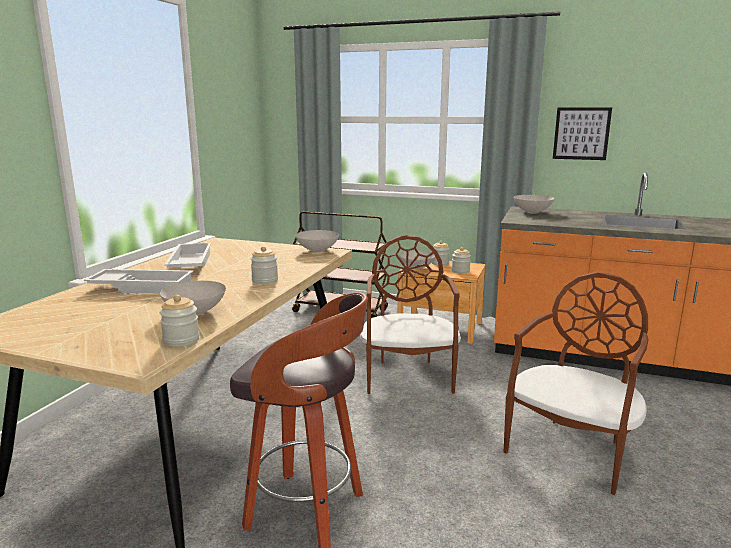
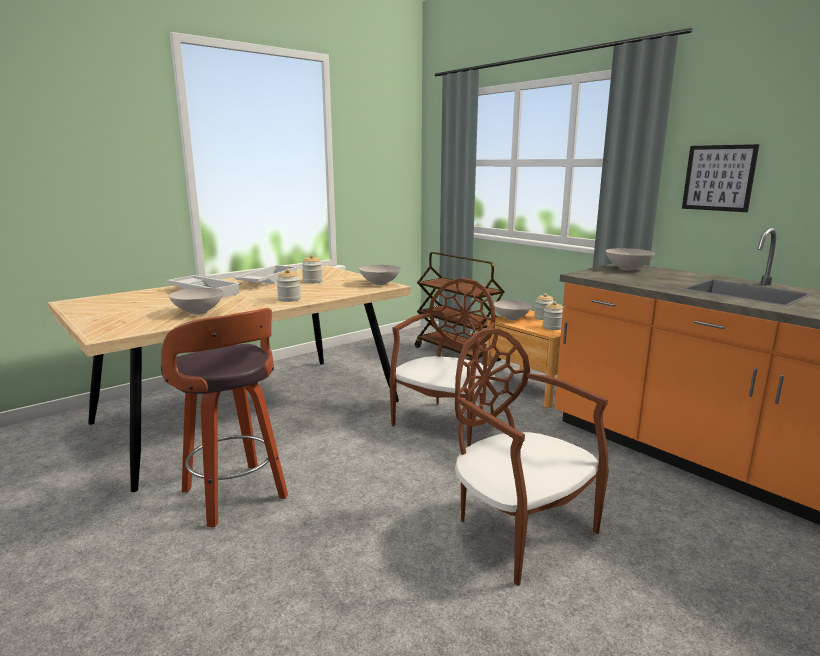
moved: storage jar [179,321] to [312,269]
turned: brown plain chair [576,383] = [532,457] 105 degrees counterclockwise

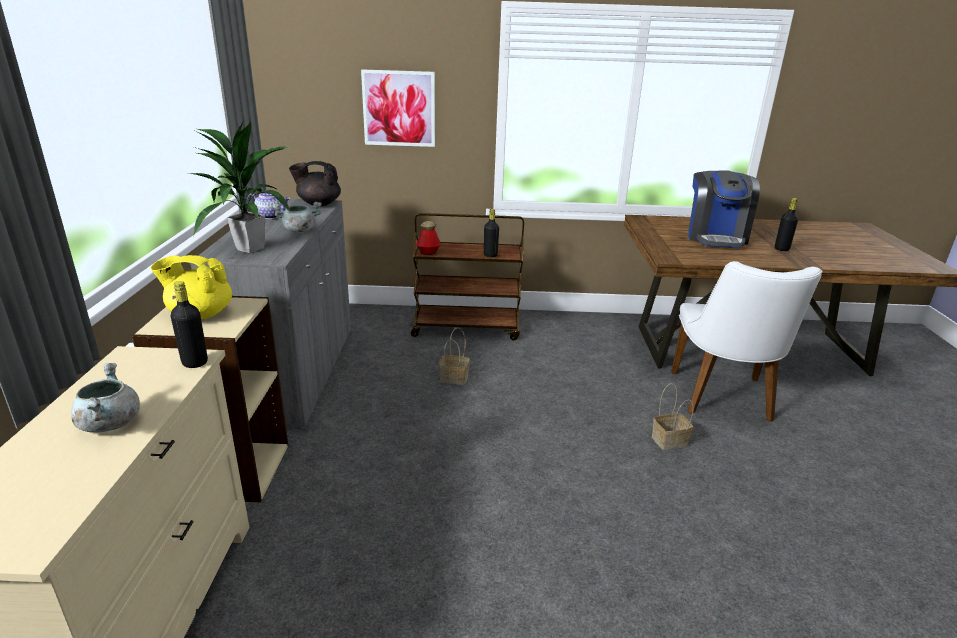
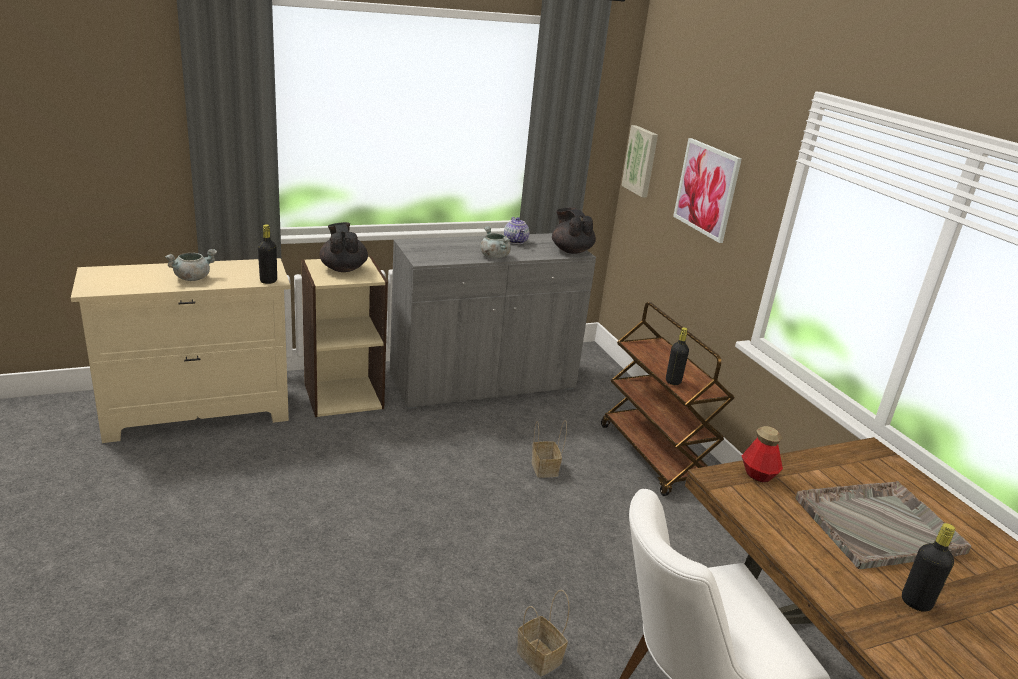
removed: plant in a pot [240,186]
added: wall art [639,161]
moved: drink bottle [428,238] to [762,454]
replaced: coffee brewer [724,209] to greyish carrying tray [883,525]
recoloured: yellow-coloured teapot [191,287] to black teapot [344,247]

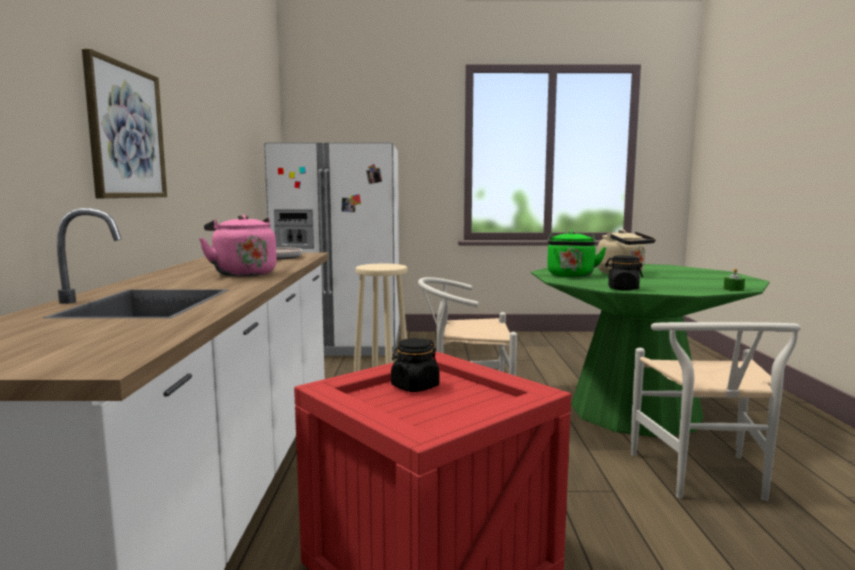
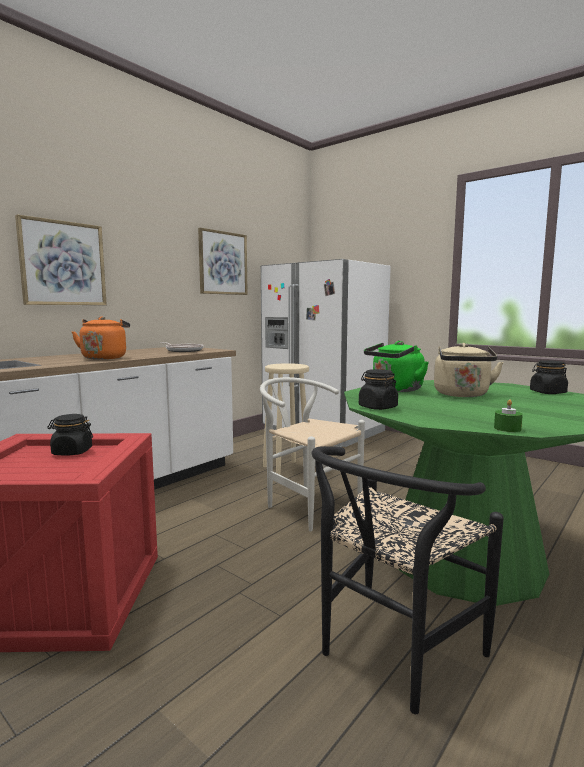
added: wall art [223,261]; black storage jar [549,377]
recoloured: pinkish tea kettle [238,245] to orangey tea kettle [101,338]; white plain chair [716,411] to black plain chair [407,580]

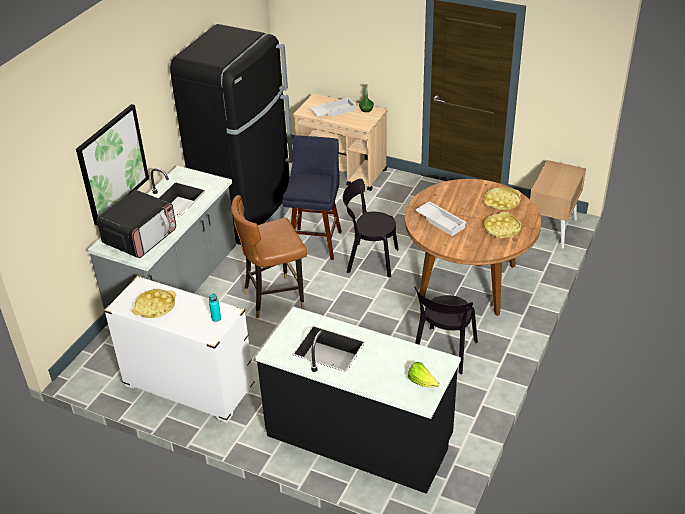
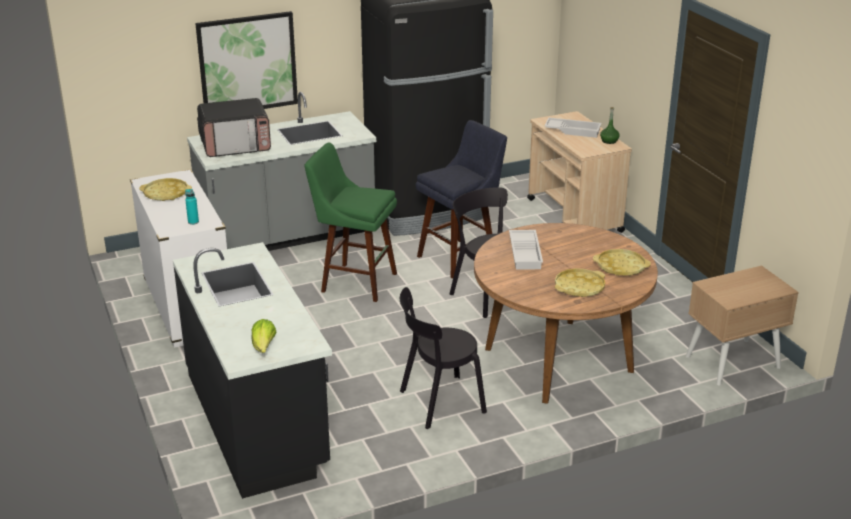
replaced: brown plain chair [269,257] to greenish sitting stool [351,222]

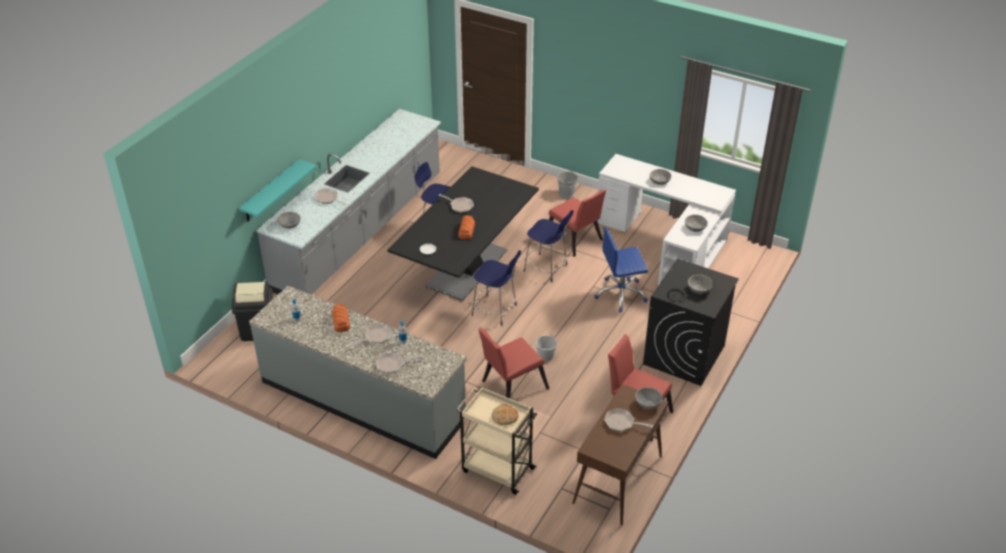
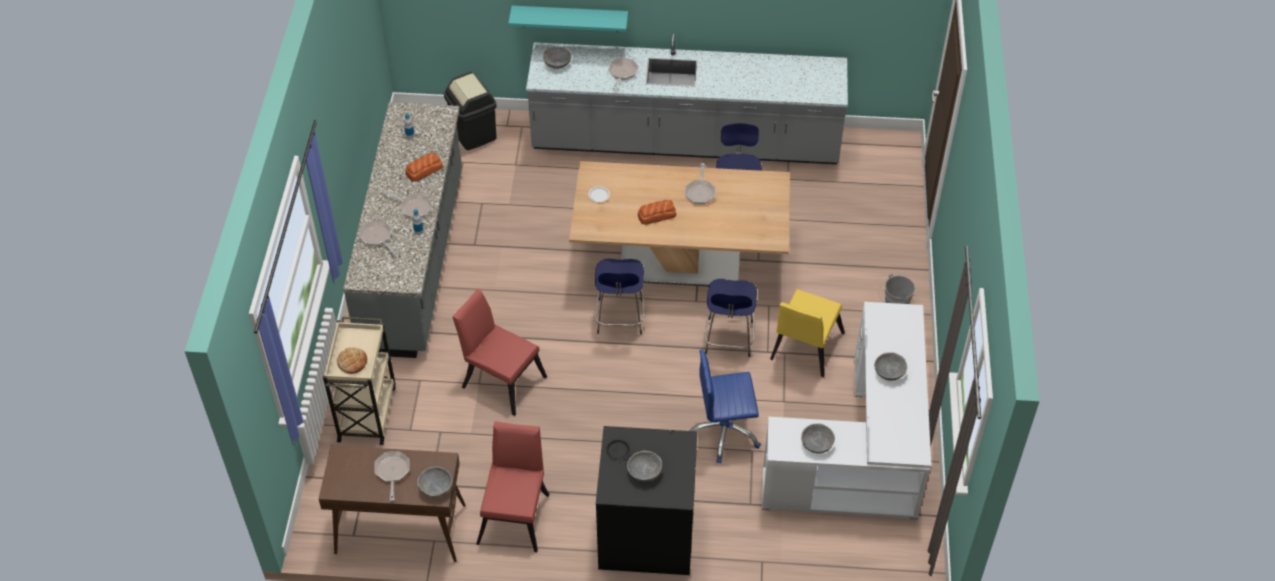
removed: white pail [546,347]
recoloured: black kitchen table [463,233] to sand-coloured kitchen table [679,224]; red-coloured plain chair [577,223] to yellow-coloured plain chair [807,333]
turned: bluish desk chair [621,269] = [725,406] 60 degrees counterclockwise

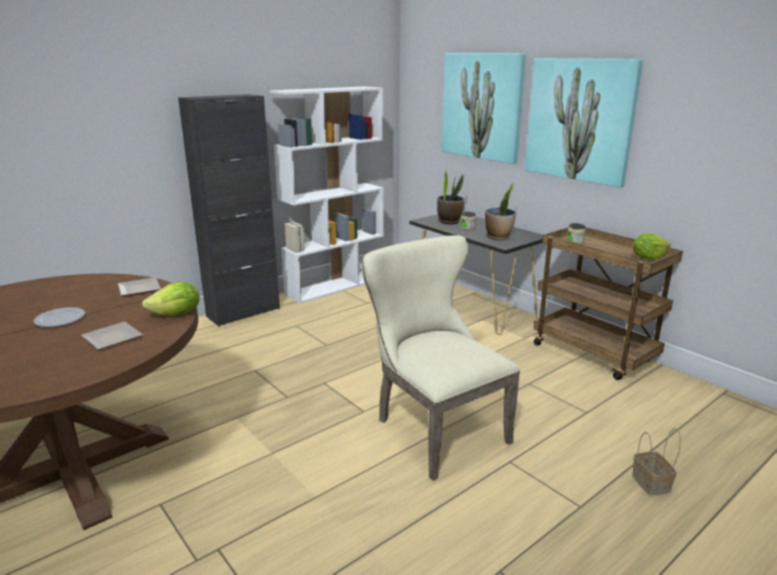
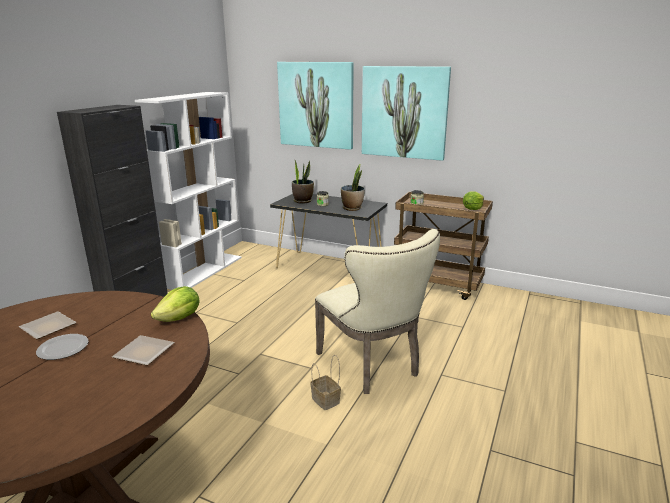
moved: flat dish [139,286] to [48,325]; basket [656,462] to [325,382]
turned: sand-coloured plain chair [440,358] = [377,311] 150 degrees counterclockwise

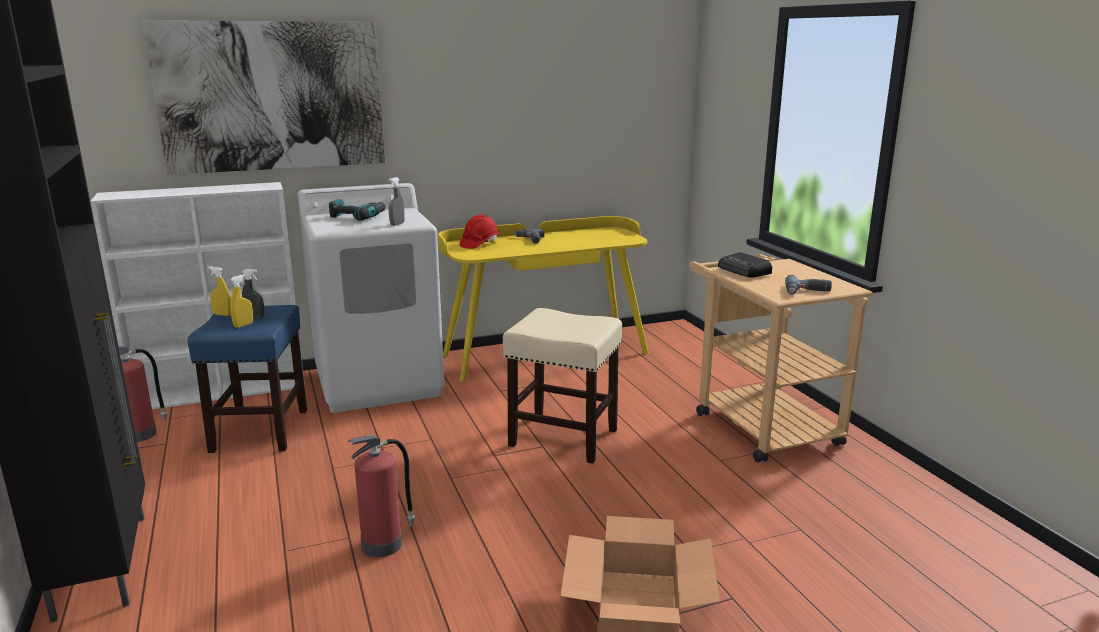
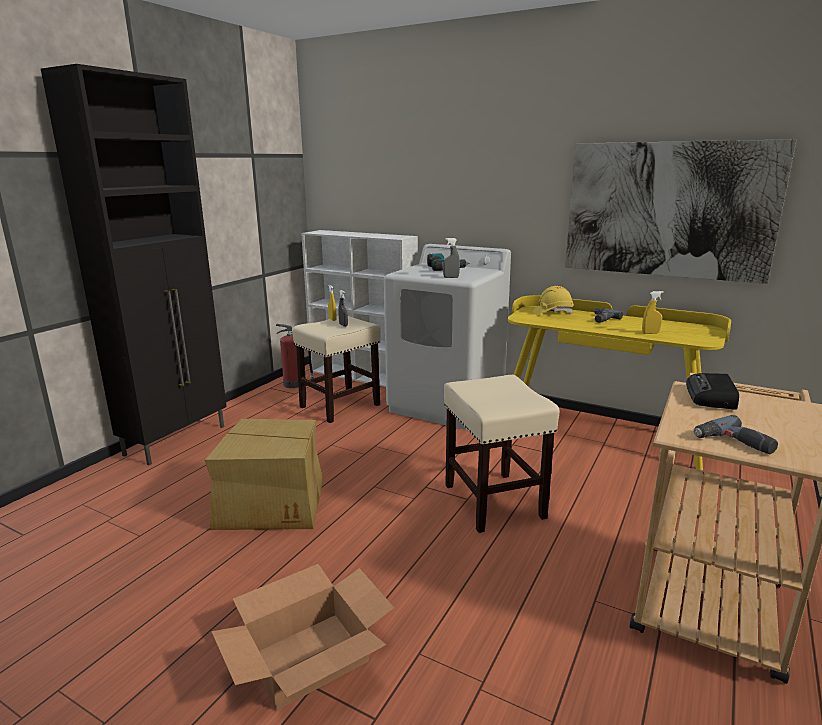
moved: wall art [263,98] to [681,211]; yellow-coloured hand sprayer [241,301] to [653,312]
replaced: extinguisher [381,496] to cardboard box [264,474]
recoloured: red-coloured hard hat [479,232] to yellow-coloured hard hat [553,300]; bluish sitting stool [247,379] to sand-coloured sitting stool [337,369]

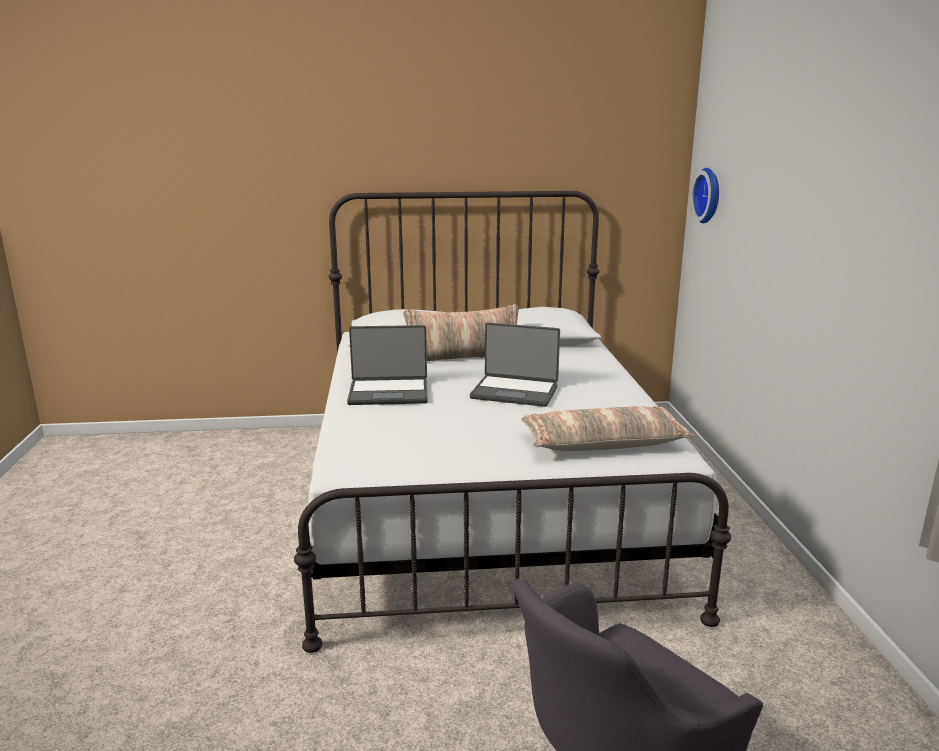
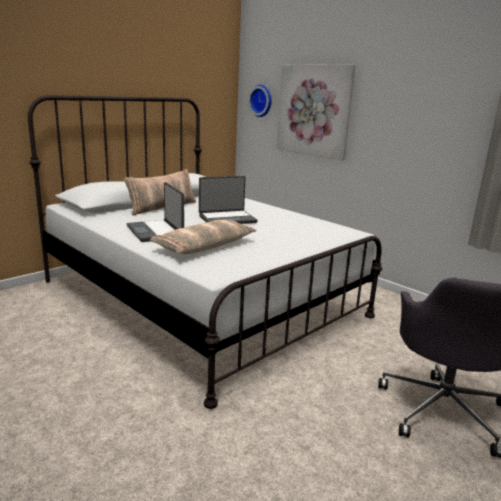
added: wall art [316,112]
moved: pillow [608,428] to [203,236]
turned: notebook computer [387,365] = [155,212] 105 degrees clockwise

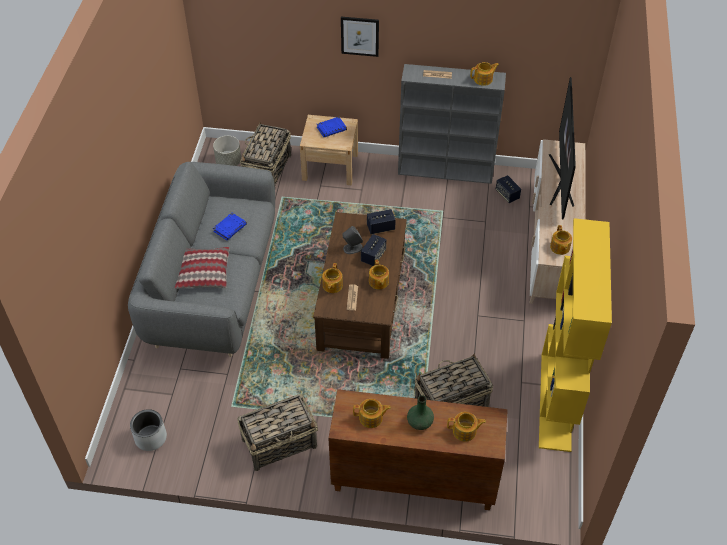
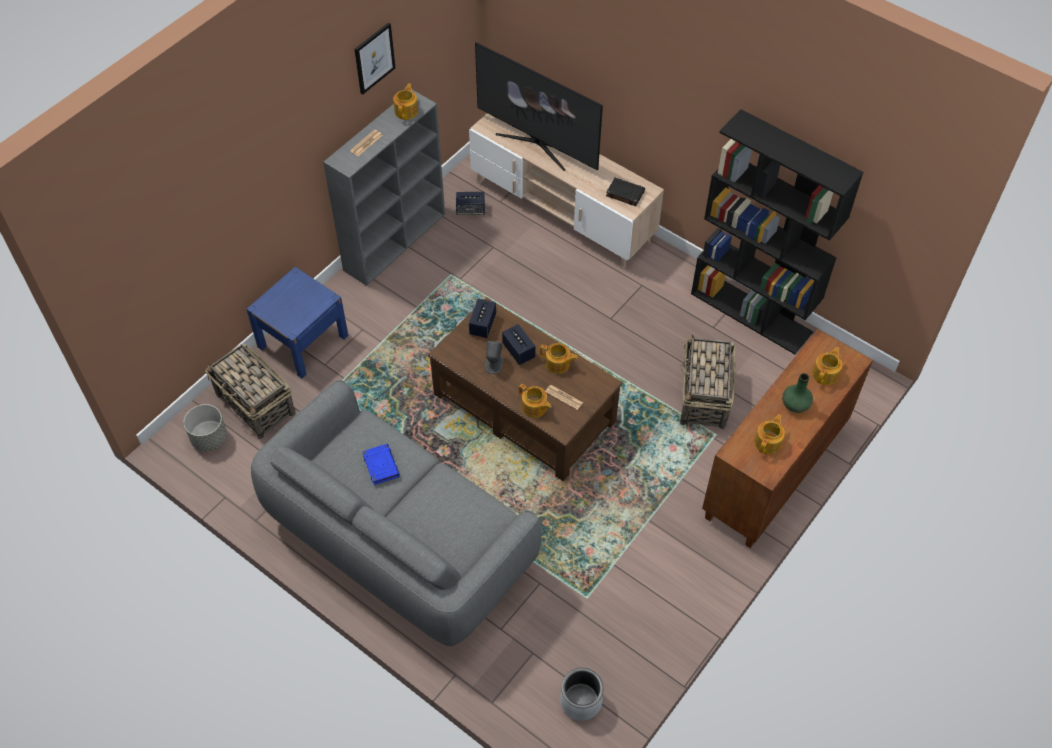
removed: bluish book [332,127]; pillow [202,268]; basket [277,432]
moved: wall art [360,37] to [375,58]
replaced: teapot [561,240] to black book [625,192]
recoloured: sand-coloured night table [329,150] to bluish night table [297,322]; yellow-coloured bookshelf [575,335] to black bookshelf [777,231]

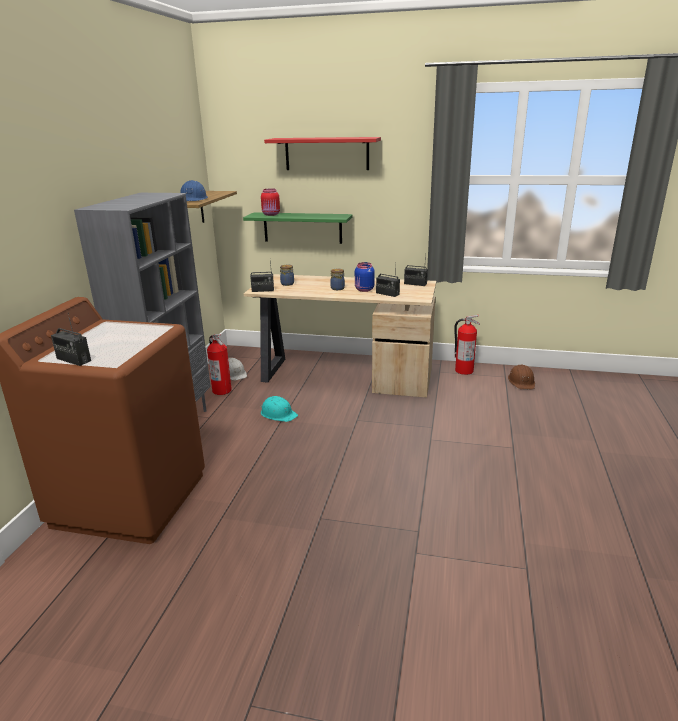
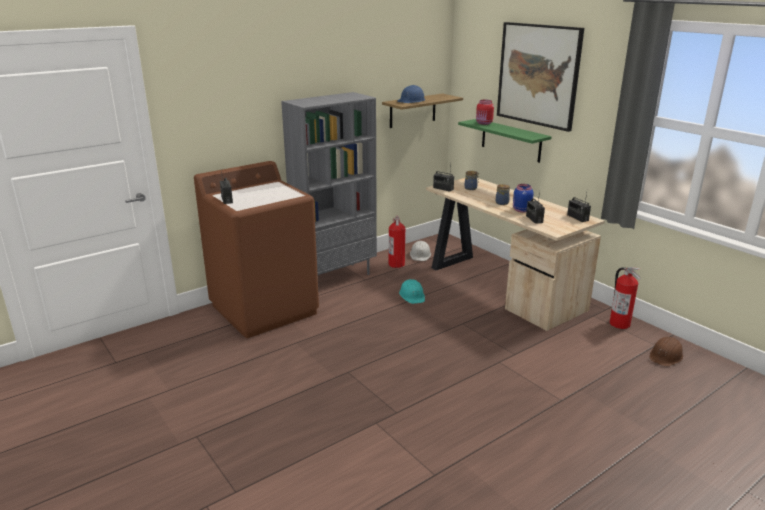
replaced: red-coloured wall shelf [322,153] to wall art [540,77]

